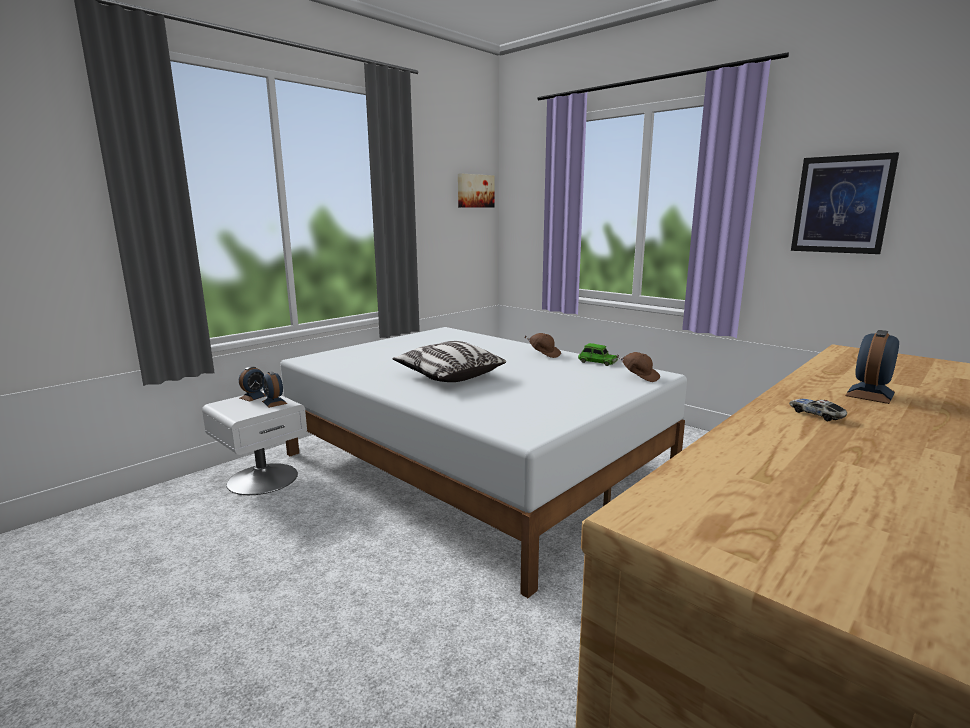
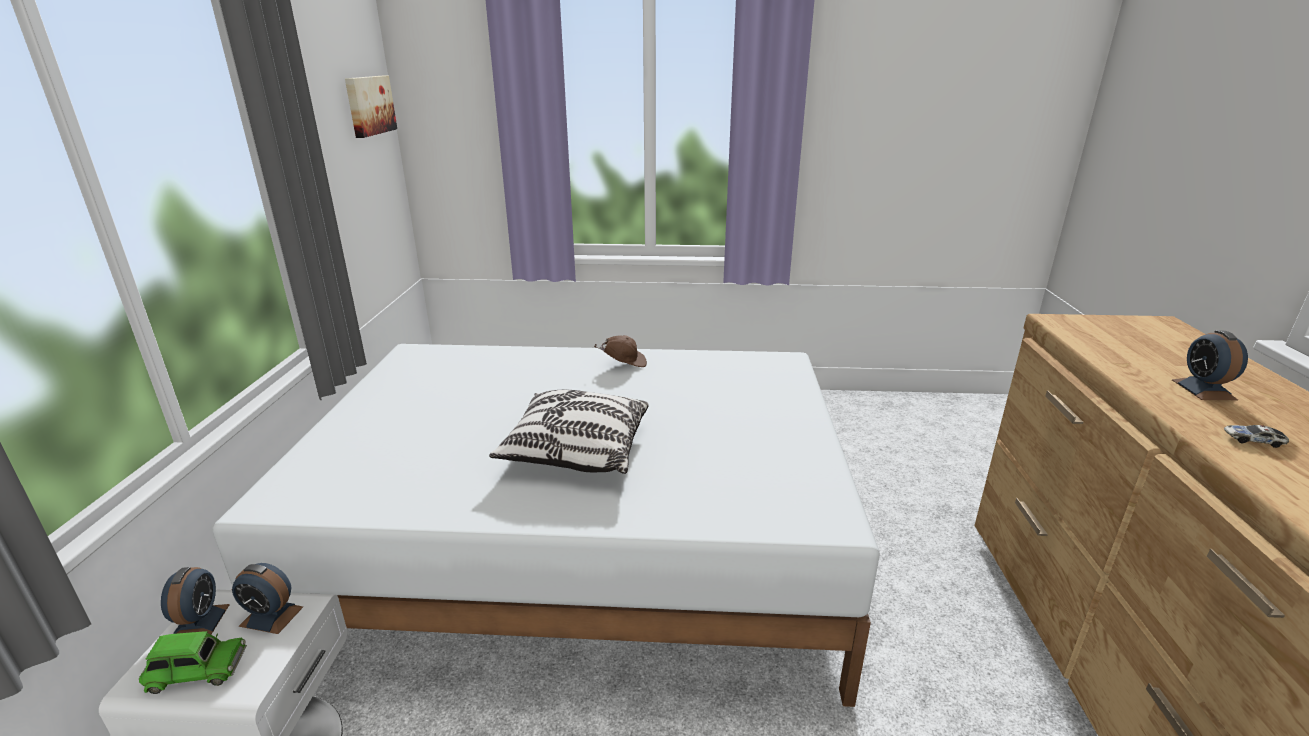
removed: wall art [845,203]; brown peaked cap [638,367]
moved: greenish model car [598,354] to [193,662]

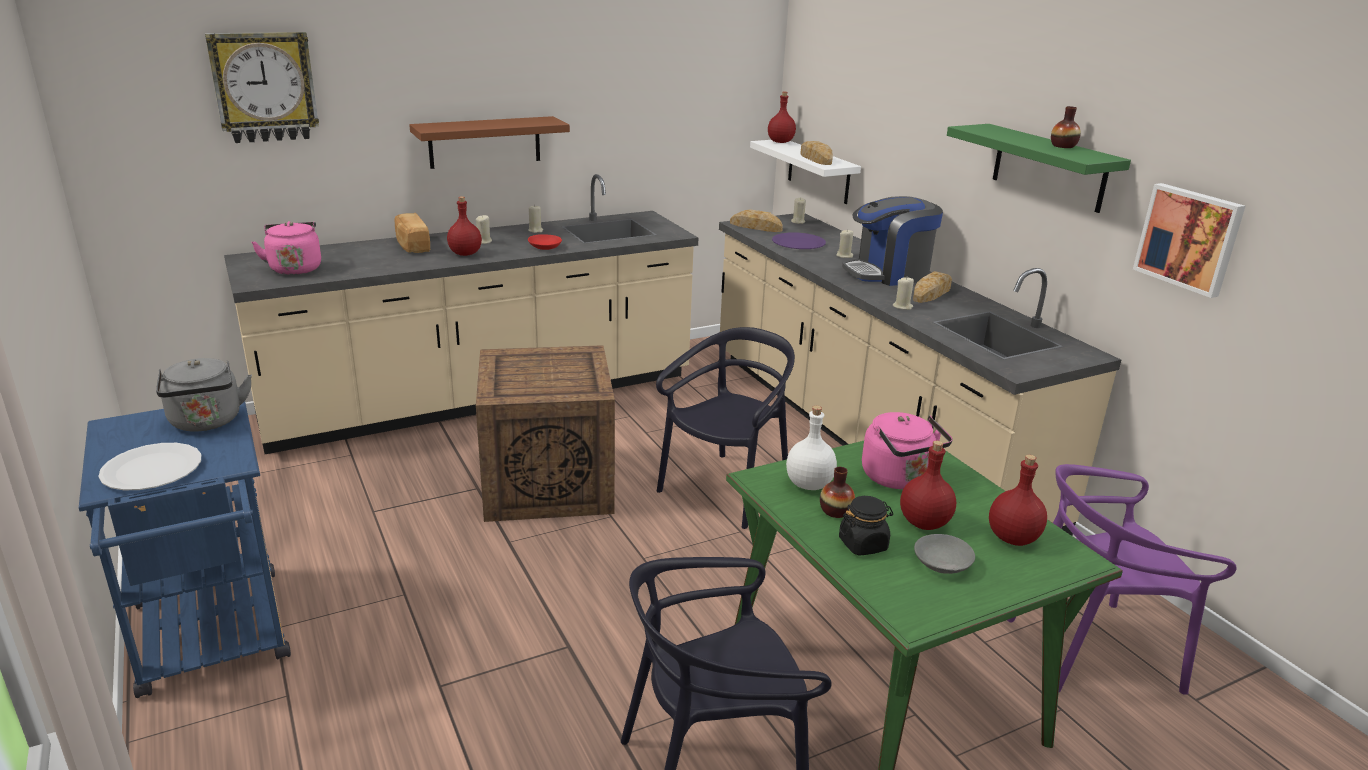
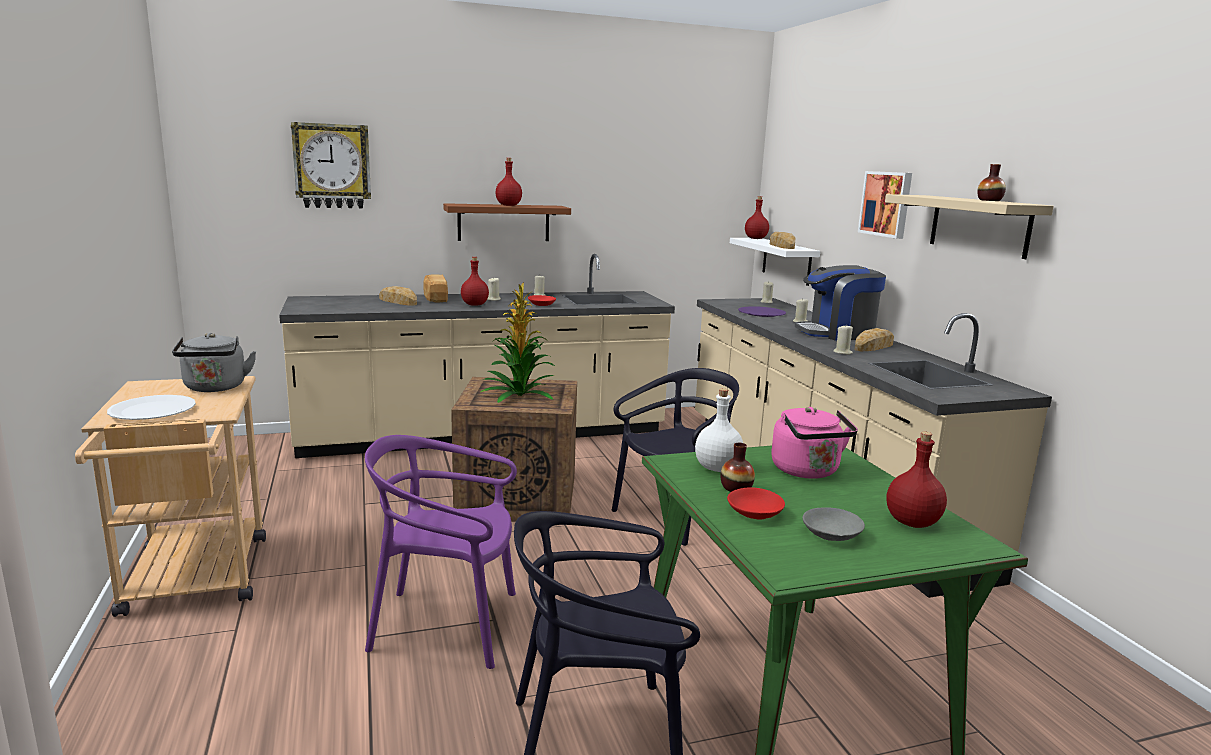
removed: pinkish tea kettle [286,248]
added: plant in a pot [518,342]
moved: wall art [1189,240] to [885,205]; bread [756,220] to [398,296]; red-coloured drink bottle [928,485] to [508,182]; purple plain chair [1122,579] to [441,552]
replaced: black storage jar [866,526] to red-coloured serving bowl [756,503]
recoloured: greenish wall shelf [1039,168] to sand-coloured wall shelf [969,226]; bluish cart [185,549] to sand-coloured cart [170,496]

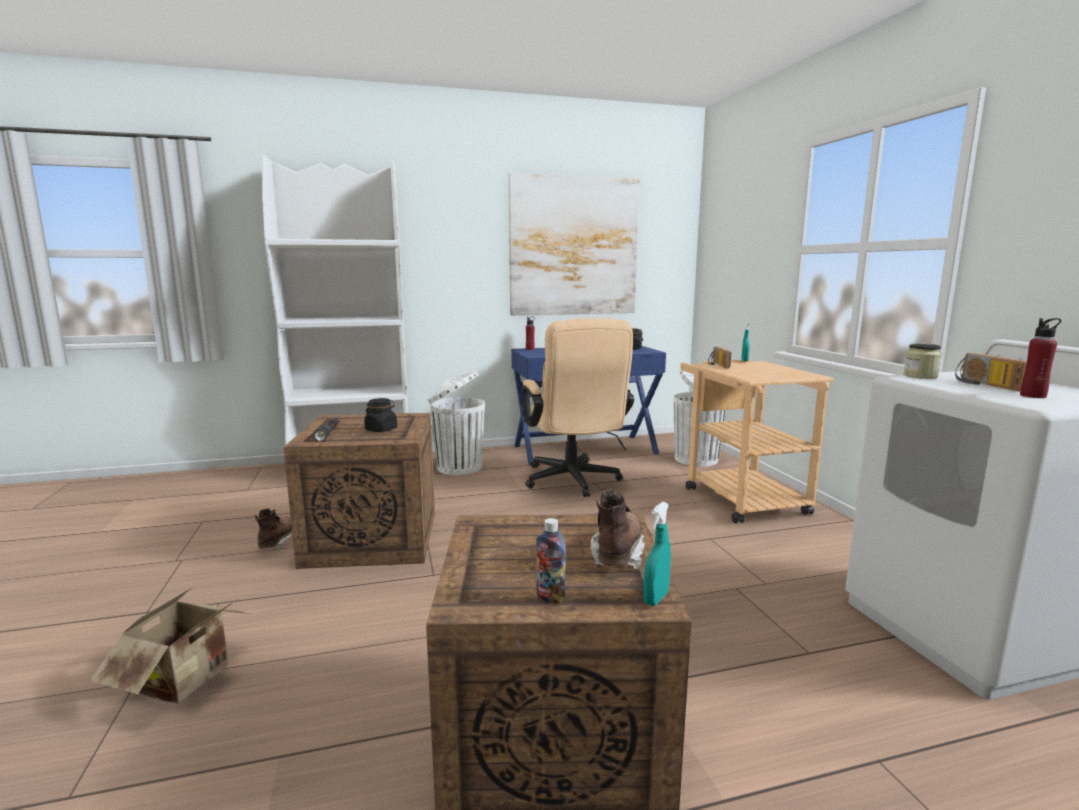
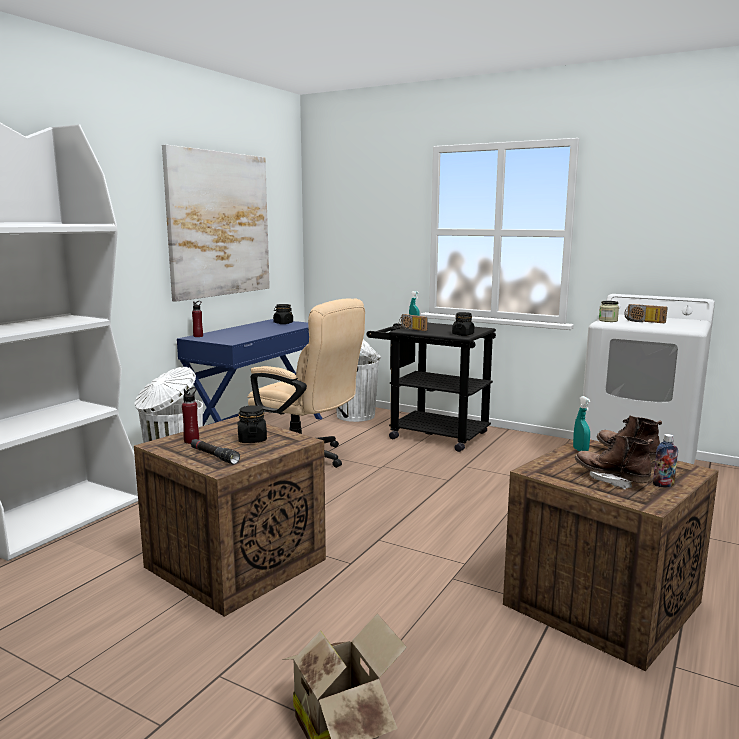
added: black storage jar [463,324]
moved: red-coloured drink bottle [1040,358] to [190,415]; blue-green hand sprayer [657,554] to [582,424]; brown tall boot [273,528] to [614,462]
recoloured: sand-coloured cart [757,441] to black cart [431,387]

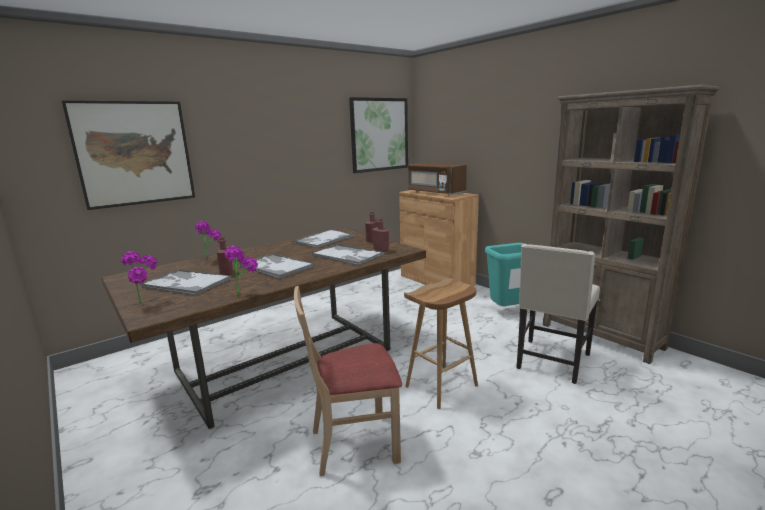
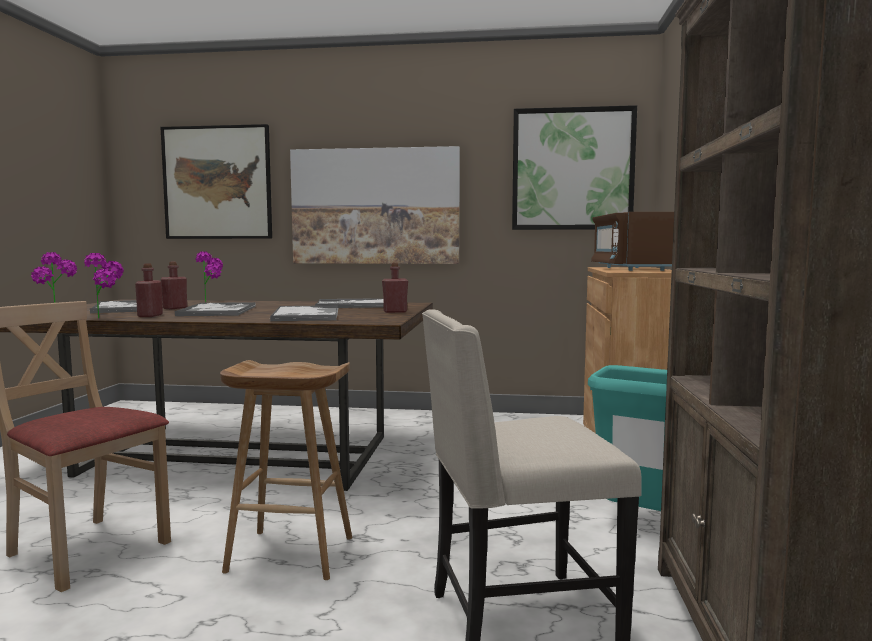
added: wall art [375,205]
moved: red-coloured drink bottle [381,235] to [149,290]

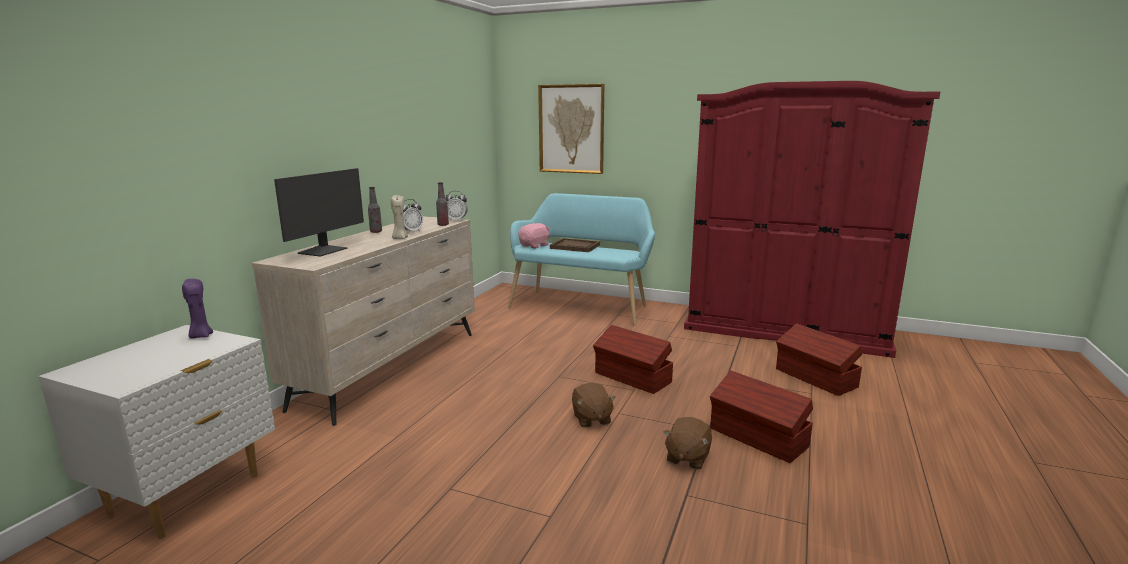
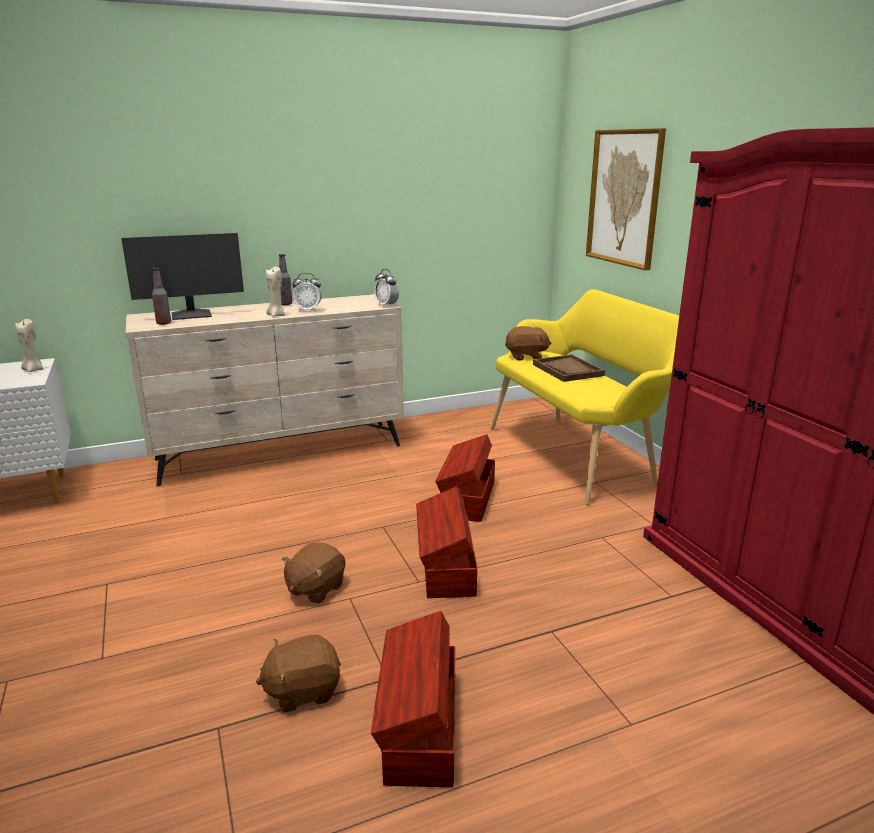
moved: drink bottle [442,204] to [161,296]; brown storage box [819,359] to [465,478]
recoloured: blue-green long seat [581,259] to yellow-coloured long seat [585,397]; pinkish cuddly toy [534,236] to brown cuddly toy [528,343]; purple candle [197,309] to sand-coloured candle [29,345]

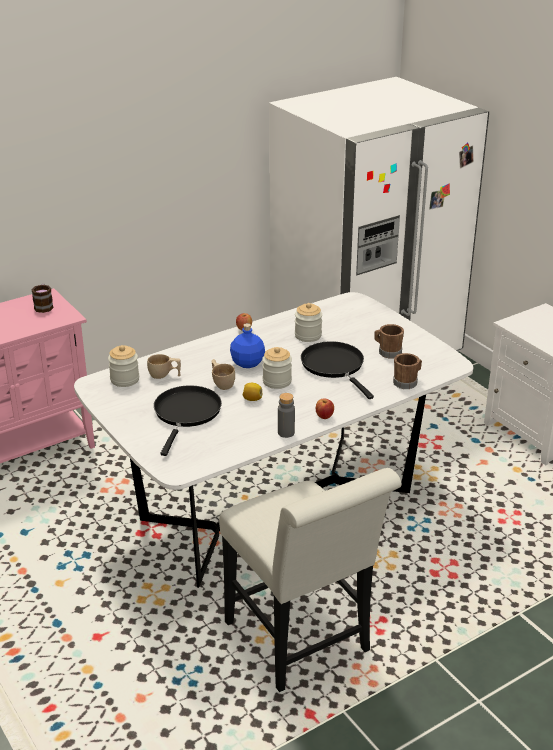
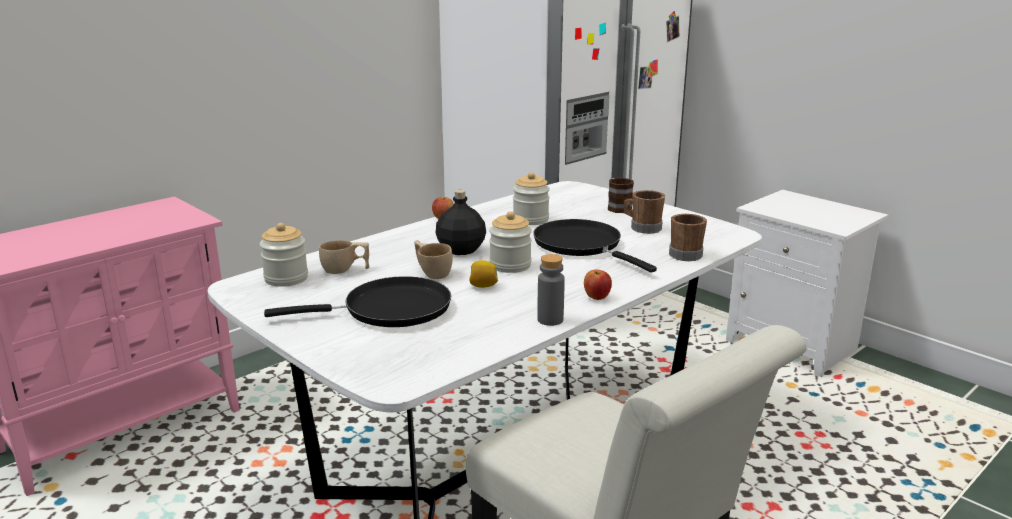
moved: coffee mug [42,298] to [621,195]
recoloured: bluish drink bottle [247,345] to black drink bottle [461,222]
turned: black skillet [188,420] = [357,301] 75 degrees clockwise

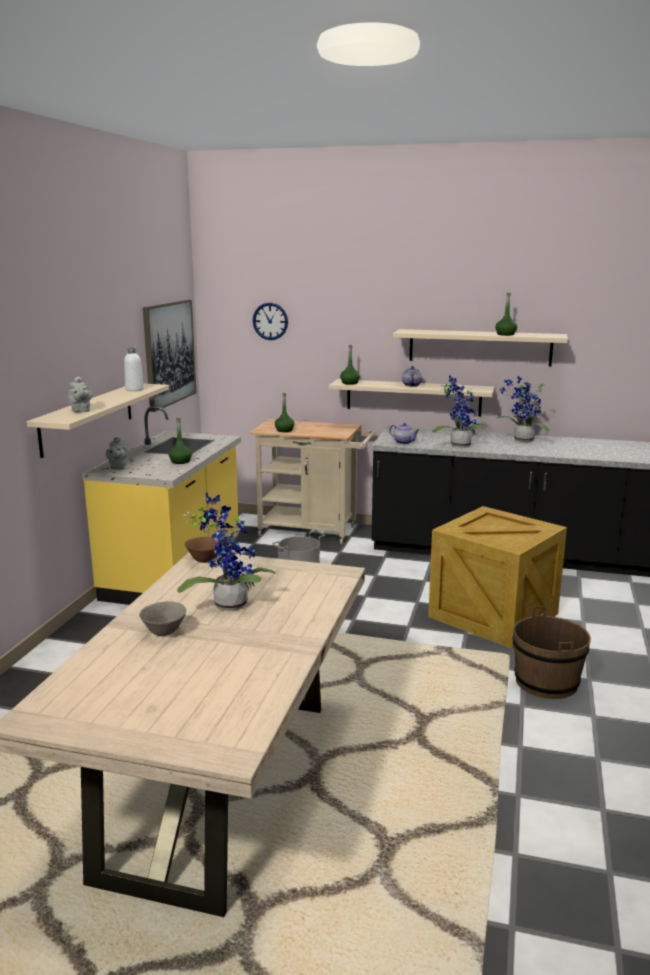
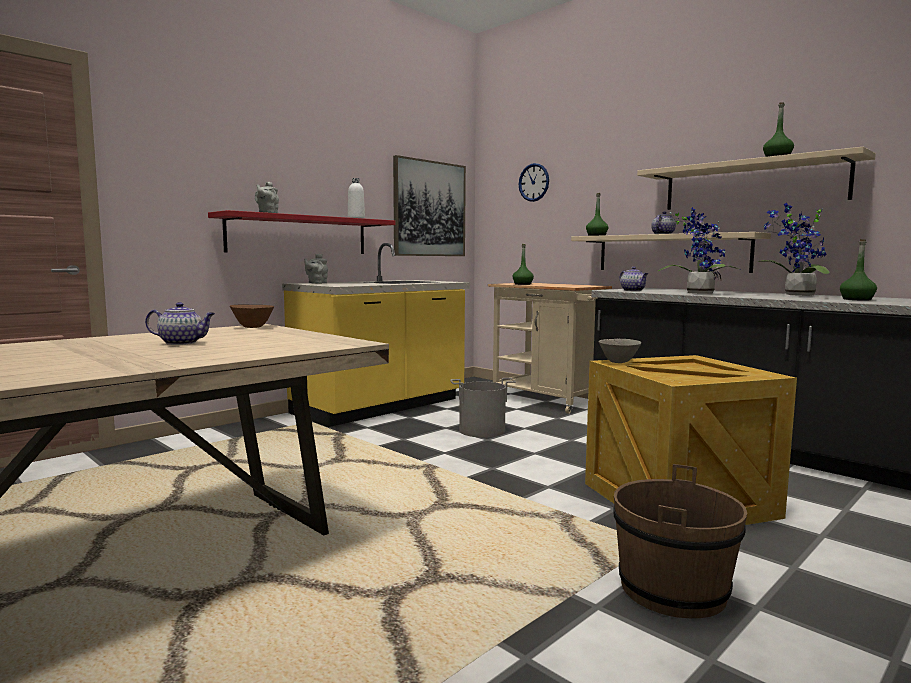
moved: greenish drink bottle [180,441] to [858,270]; greyish serving bowl [162,618] to [619,351]
replaced: plant in a pot [226,551] to teapot [180,323]
recoloured: sand-coloured wall shelf [98,421] to red-coloured wall shelf [301,232]

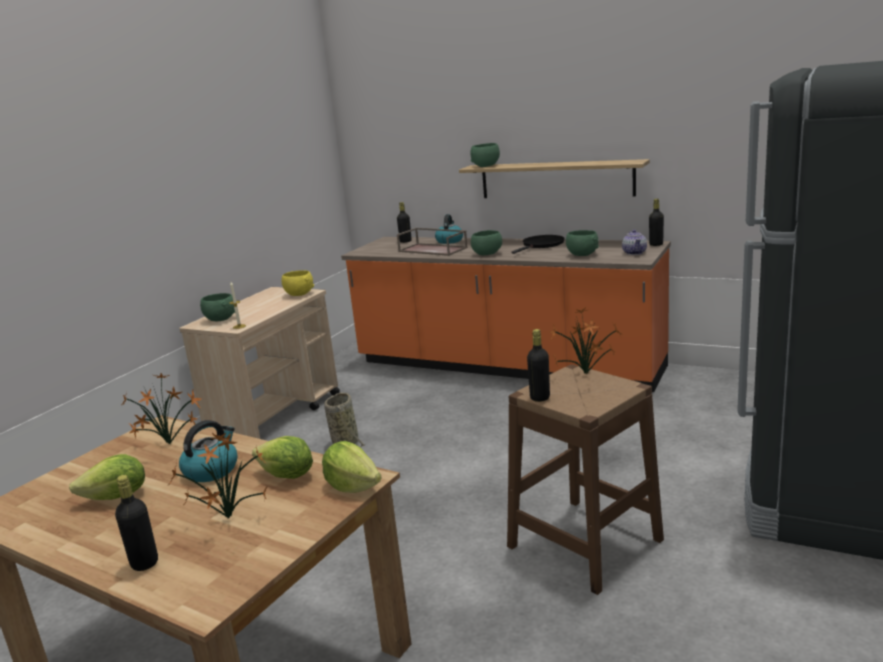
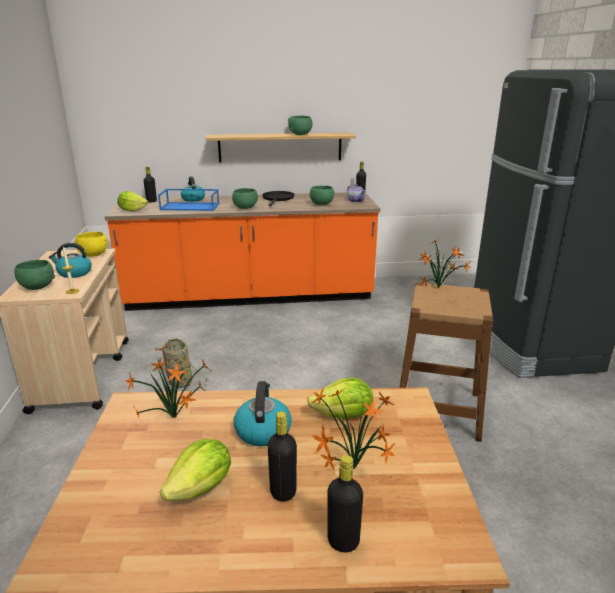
added: tea kettle [70,260]
moved: greenish serving bowl [485,155] to [300,125]; black drink bottle [538,365] to [282,456]; head of lettuce [352,467] to [132,201]
recoloured: brown carrying tray [432,242] to bluish carrying tray [188,200]

